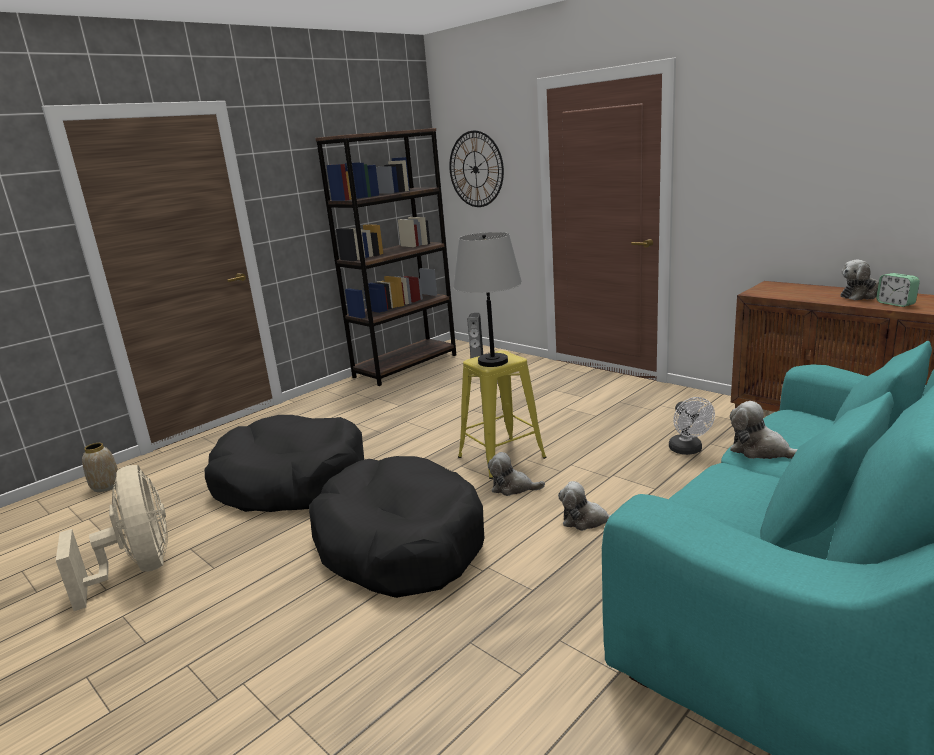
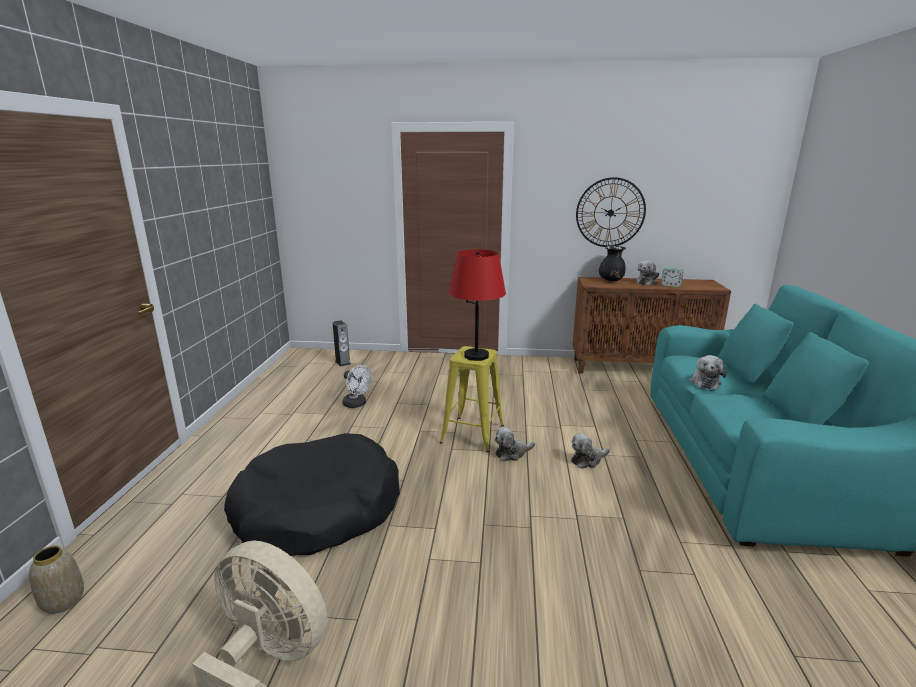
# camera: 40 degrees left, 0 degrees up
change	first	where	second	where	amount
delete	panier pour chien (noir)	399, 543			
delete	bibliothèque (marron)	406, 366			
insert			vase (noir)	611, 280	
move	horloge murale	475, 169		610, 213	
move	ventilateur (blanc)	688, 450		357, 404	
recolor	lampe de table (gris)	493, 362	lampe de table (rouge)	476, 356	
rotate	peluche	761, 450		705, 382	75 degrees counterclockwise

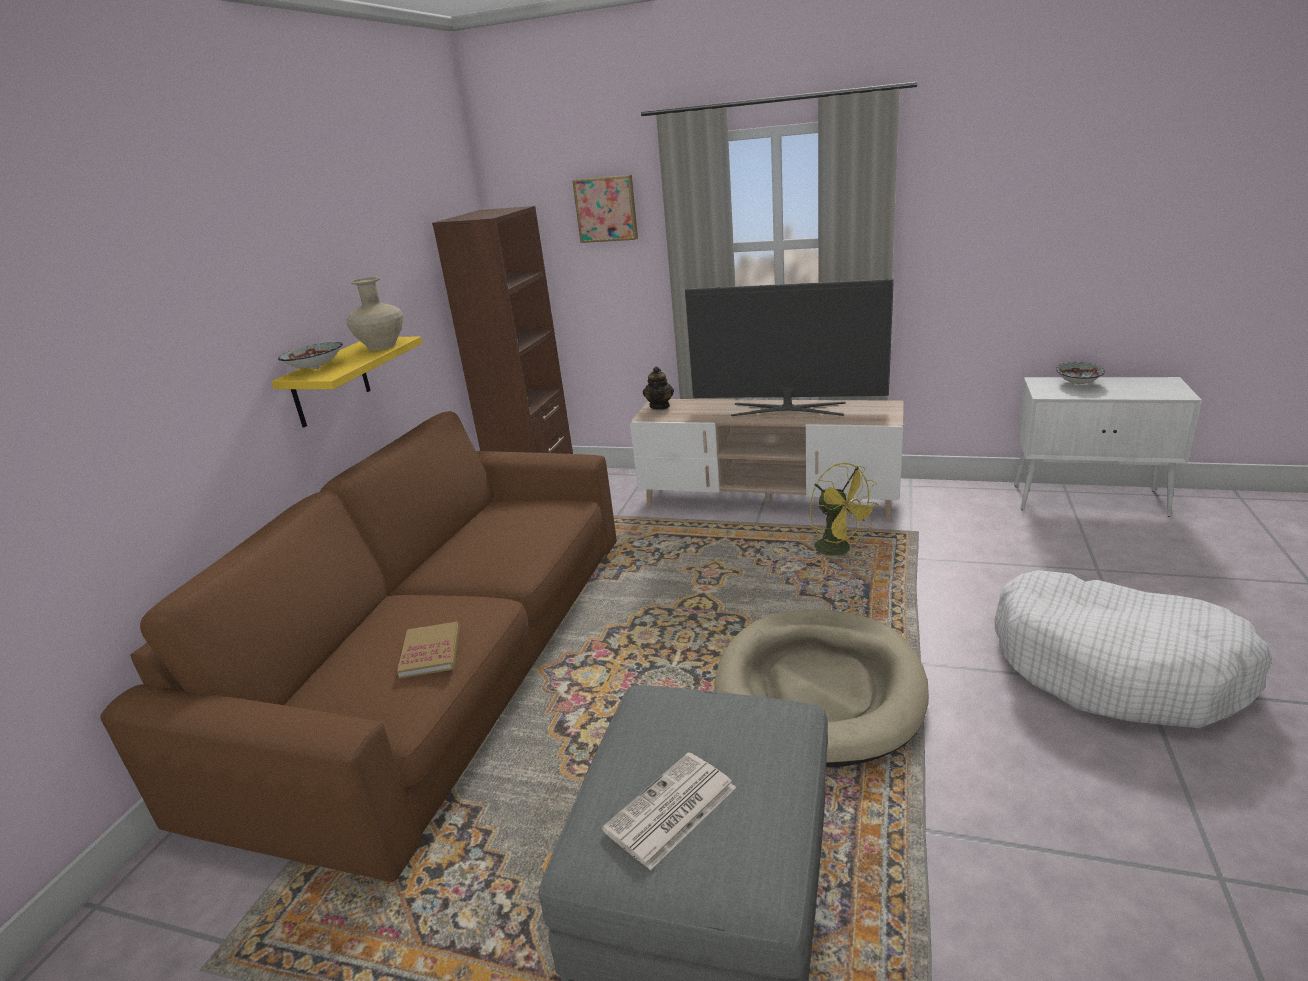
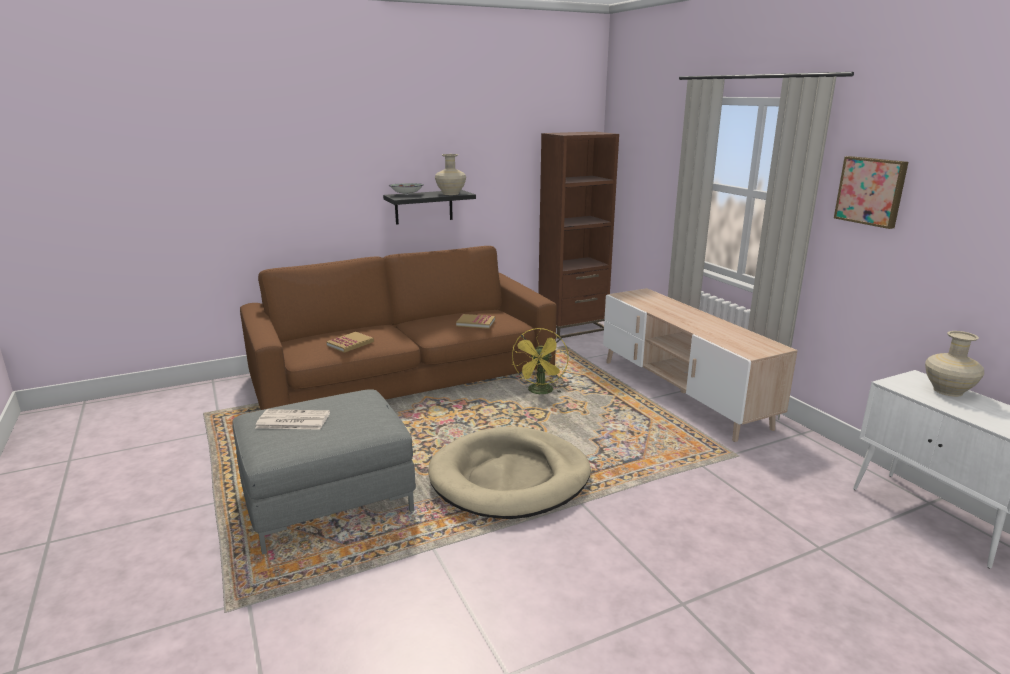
# camera: 45 degrees right, 5 degrees down
change	first	where	second	where	amount
delete	théière	660, 406			
delete	téléviseur	788, 409			
delete	panier pour chien (blanc)	1116, 667			
insert			livre	476, 323	
move	tableau	606, 209		871, 191	
move	ventilateur (jaune)	839, 550		540, 392	
replace	bol	1078, 383	vase (beige)	948, 391	
recolor	étagère (jaune)	330, 383	étagère (noir)	424, 207	

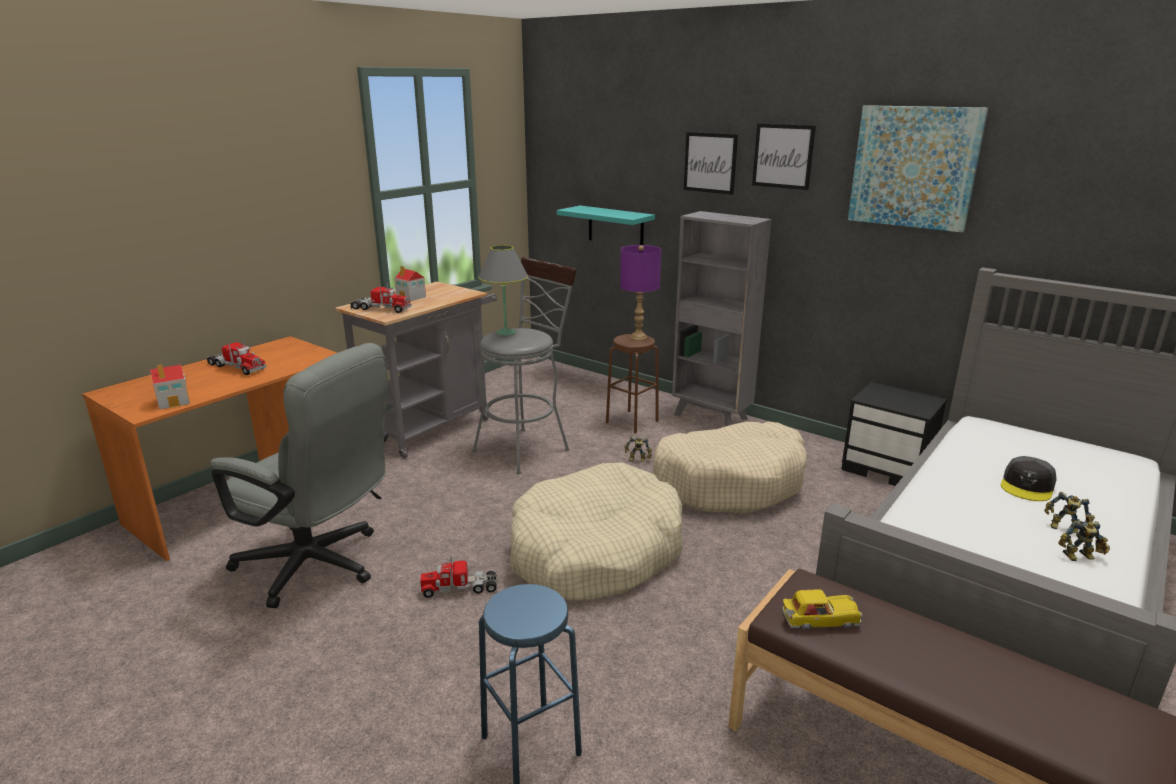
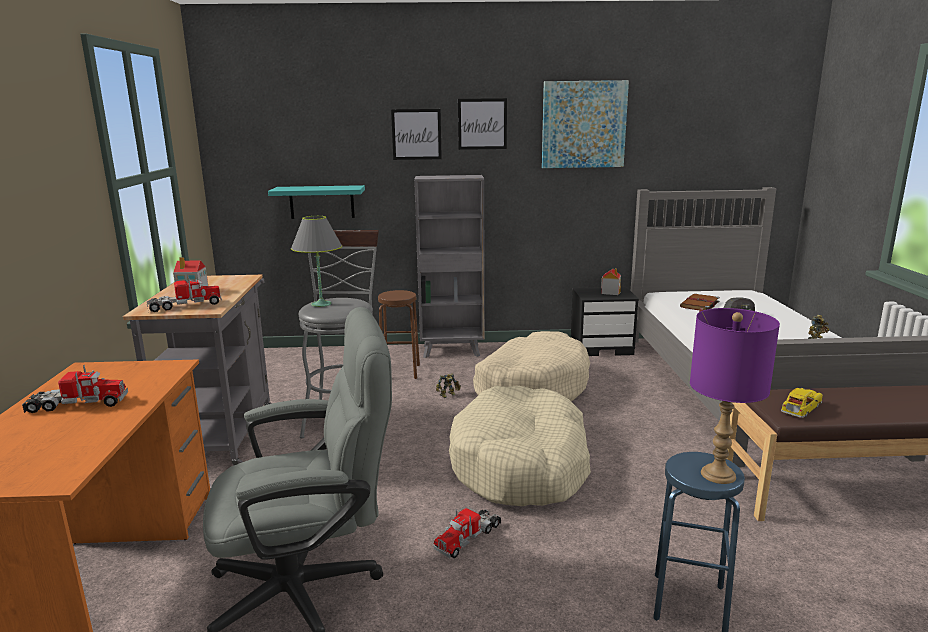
# camera: 40 degrees left, 5 degrees down
change	first	where	second	where	amount
delete	robot jouet	1065, 529			
insert			livre (marron)	699, 304	
move	maison miniature	174, 402		610, 292	
move	lampe de table (violet)	638, 337		718, 474	

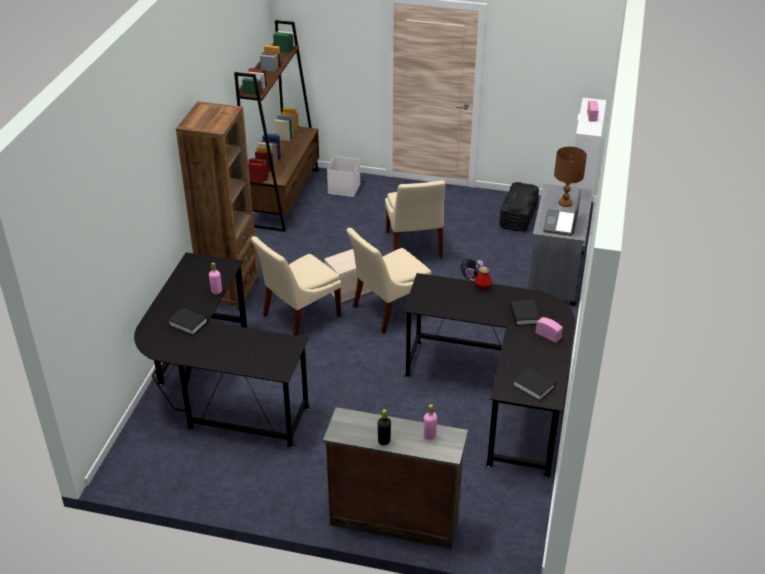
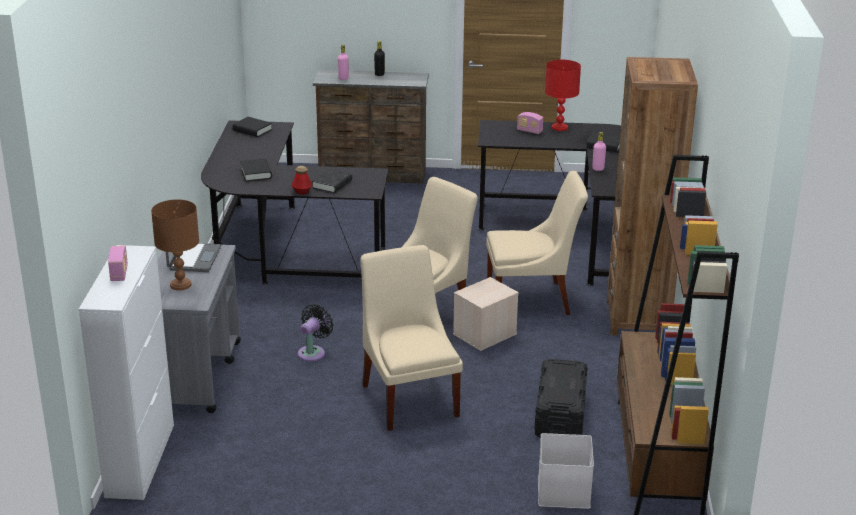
# camera: 170 degrees right, 10 degrees down
change	first	where	second	where	amount
insert			livre (noir)	332, 184	
insert			lampe de table (rouge)	560, 127	
move	boîte de rangement (noir)	518, 216		560, 415	
move	radio	548, 336		529, 131	
rotate	chaise (beige)	298, 317		532, 300	45 degrees clockwise

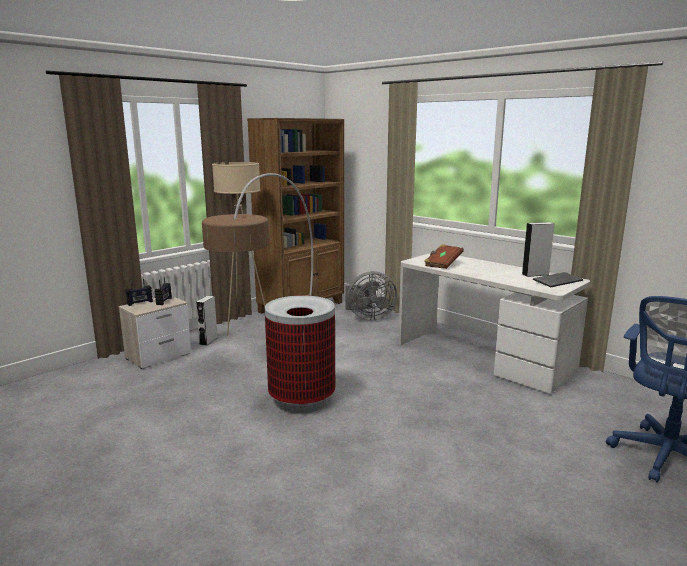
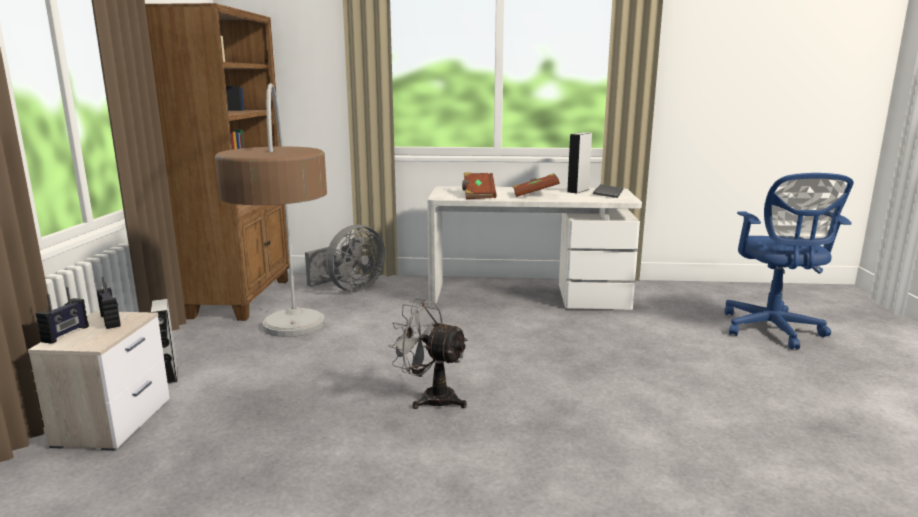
# camera: 40 degrees left, 0 degrees up
change	first	where	second	where	amount
delete	lampadaire (beige)	244, 327			
insert			livre (marron)	535, 195	
replace	poubelle	301, 400	ventilateur (gris)	431, 398	

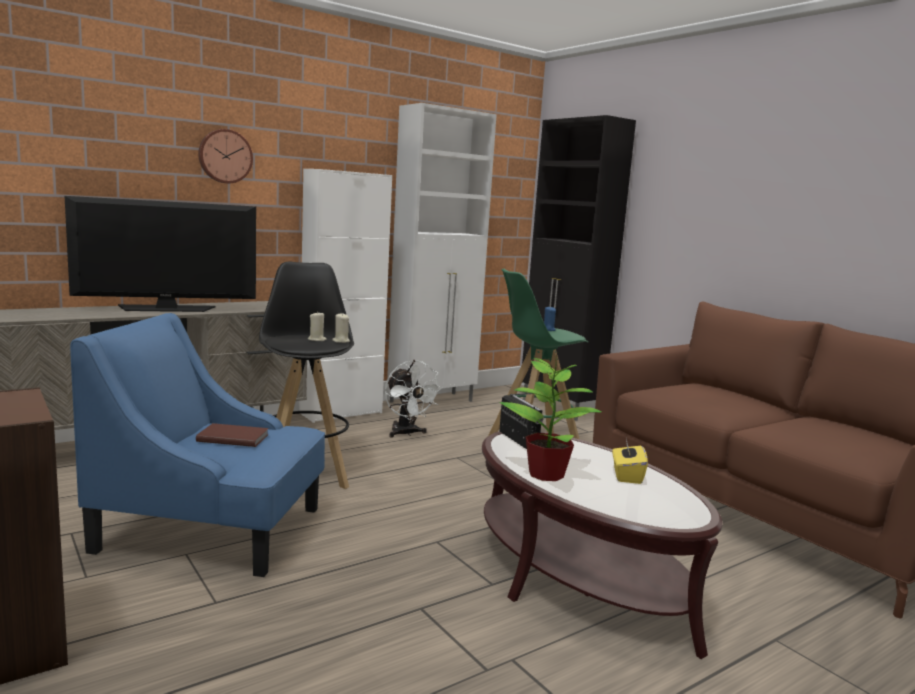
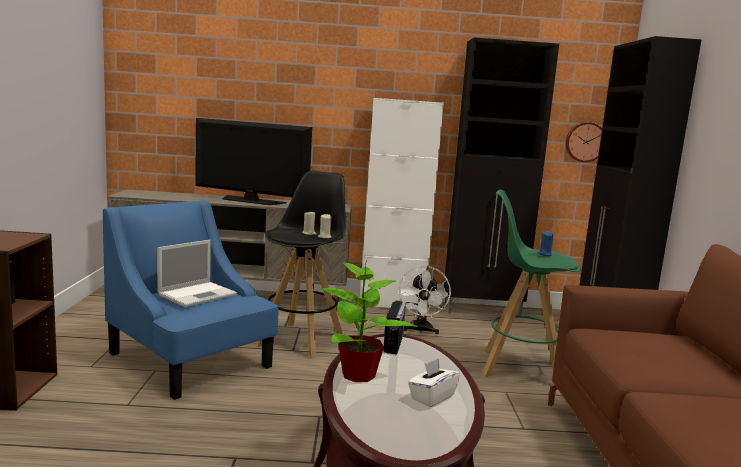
# camera: 35 degrees right, 0 degrees up
change	first	where	second	where	amount
move	horloge murale	225, 156		585, 142	
replace	livre (marron)	232, 437	ordinateur portable	198, 294	
recolor	meuble de rangement (blanc)	433, 401	meuble de rangement (noir)	483, 310	
recolor	boîte à mouchoirs (jaune)	626, 476	boîte à mouchoirs (blanc)	432, 397	

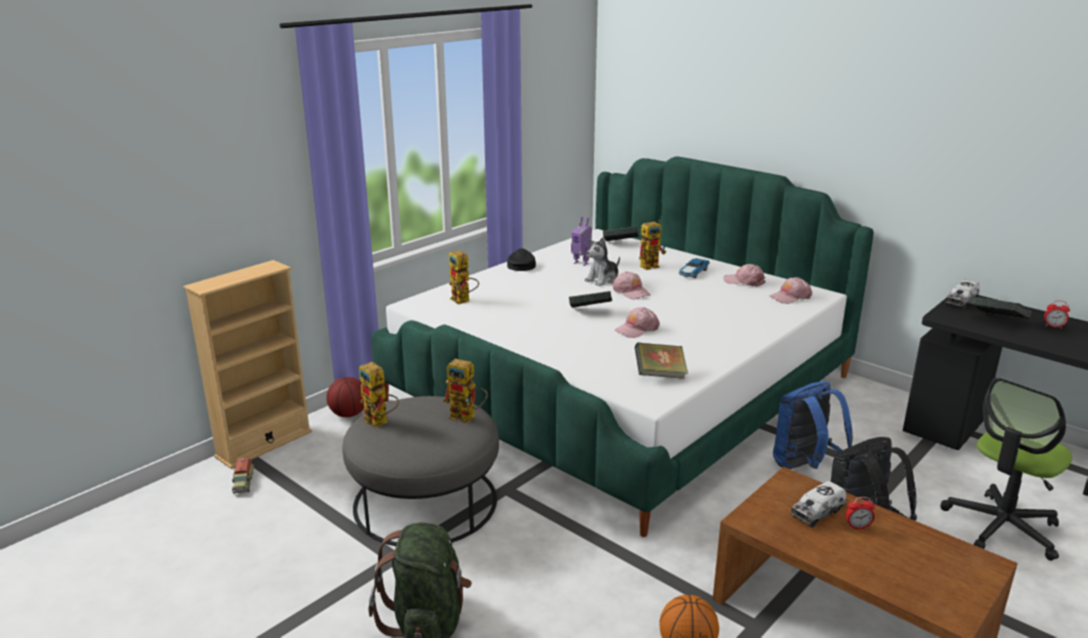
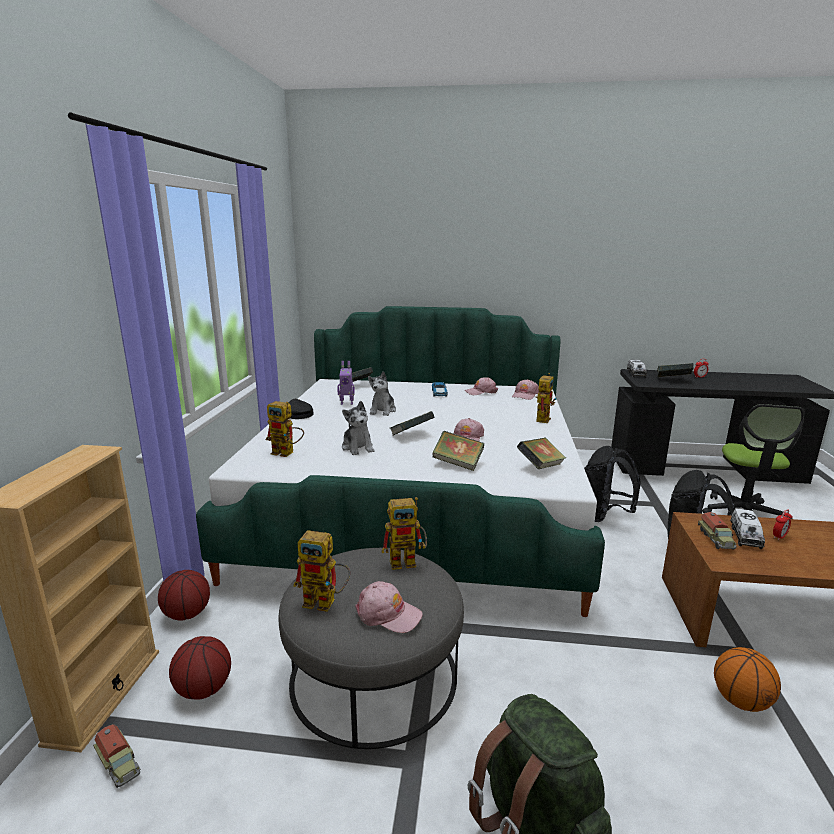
# camera: 35 degrees left, 5 degrees down
change	first	where	second	where	amount
insert			ballon de basket	203, 689	
insert			peluche	358, 447	
insert			livre	458, 464	
insert			camion jouet	716, 539	
move	casquette (rose)	631, 291		388, 614	
move	robot jouet	652, 265		542, 418	
recolor	sac à dos (bleu)	804, 466	sac à dos (noir)	604, 516	

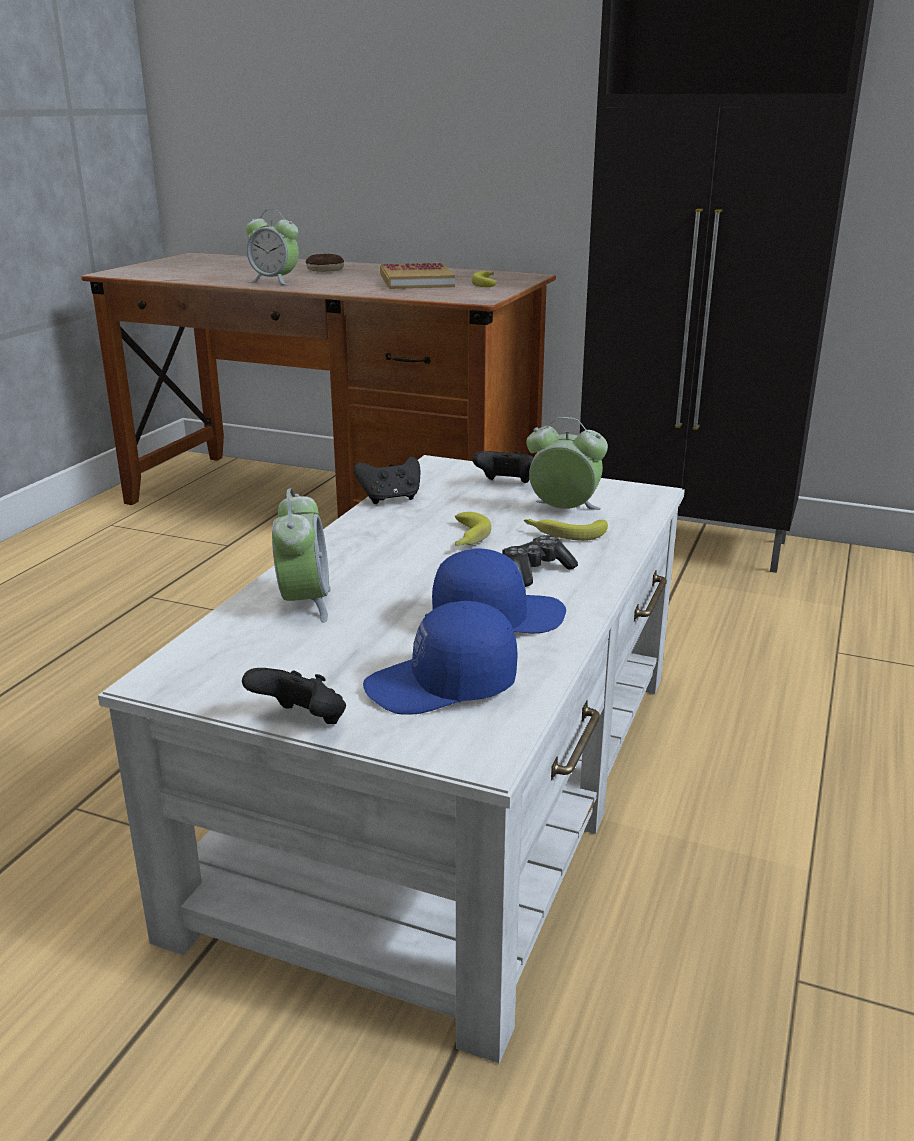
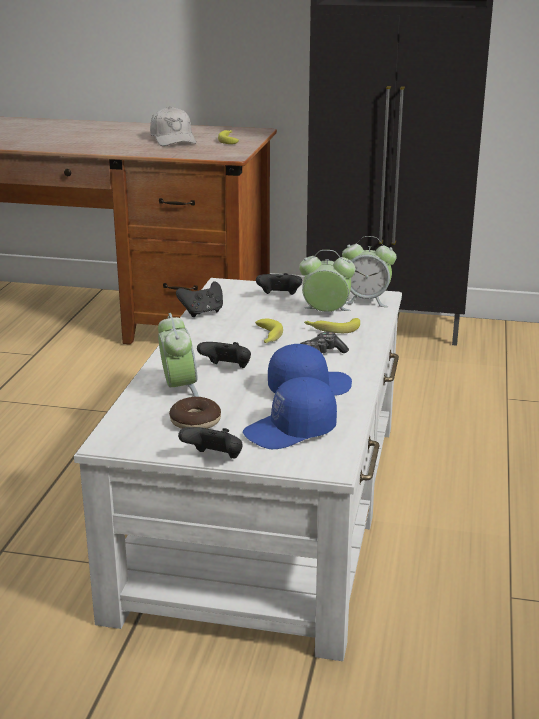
# camera: 10 degrees left, 0 degrees up
change	first	where	second	where	amount
insert			manette (noir)	226, 369	
move	réveil	274, 281		366, 300	
move	beignet	325, 270		195, 422	
replace	livre	416, 281	casquette (blanc)	173, 139	

